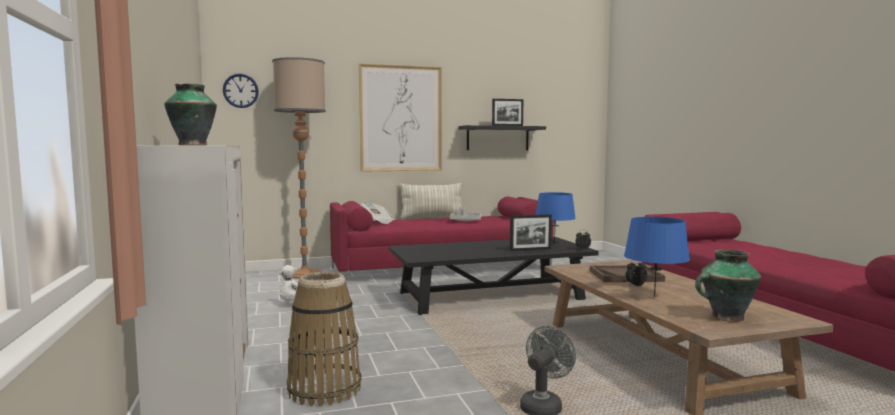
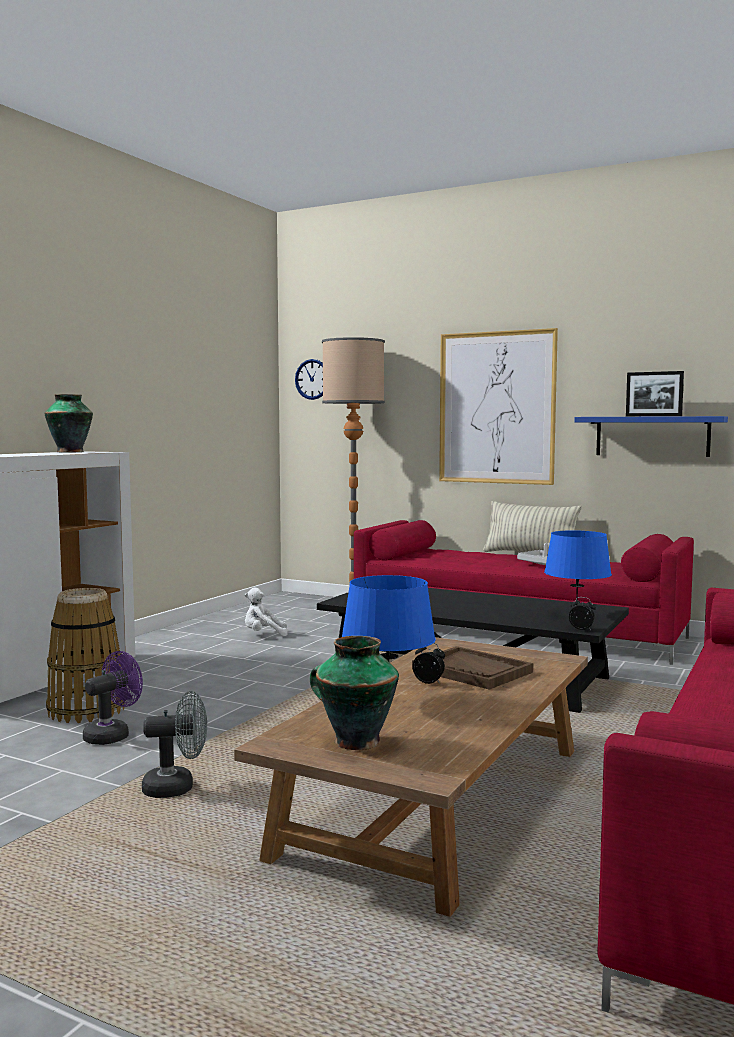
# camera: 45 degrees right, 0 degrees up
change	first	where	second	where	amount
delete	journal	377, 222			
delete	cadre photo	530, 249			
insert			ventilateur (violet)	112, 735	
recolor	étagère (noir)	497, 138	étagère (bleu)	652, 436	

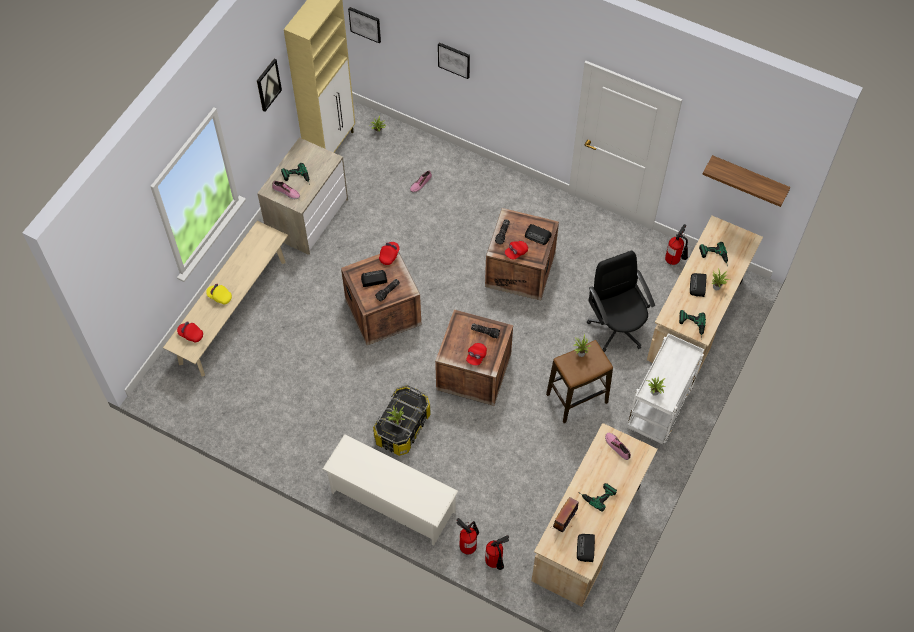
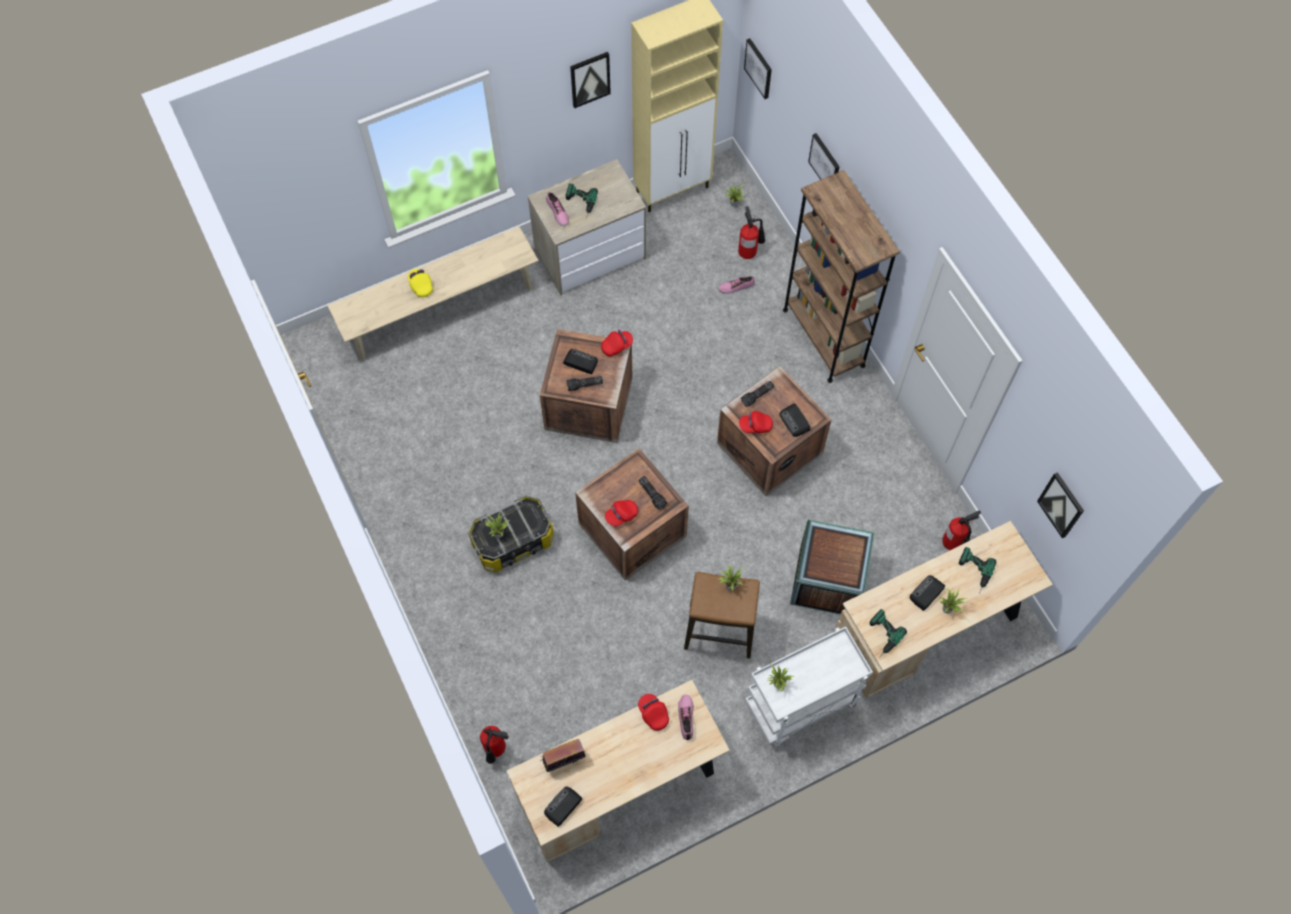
# camera: 35 degrees right, 5 degrees up
change	first	where	second	where	amount
delete	étagère à chaussures (blanc)	392, 502			
delete	perceuse	596, 494			
insert			bibliothèque (marron)	823, 337	
move	casquette (rouge)	191, 334		653, 714	
move	extincteur	468, 544		749, 251	
replace	chaise de bureau (noir)	617, 327	caisse	827, 580	
replace	étagère	748, 178	tableau	1061, 504	

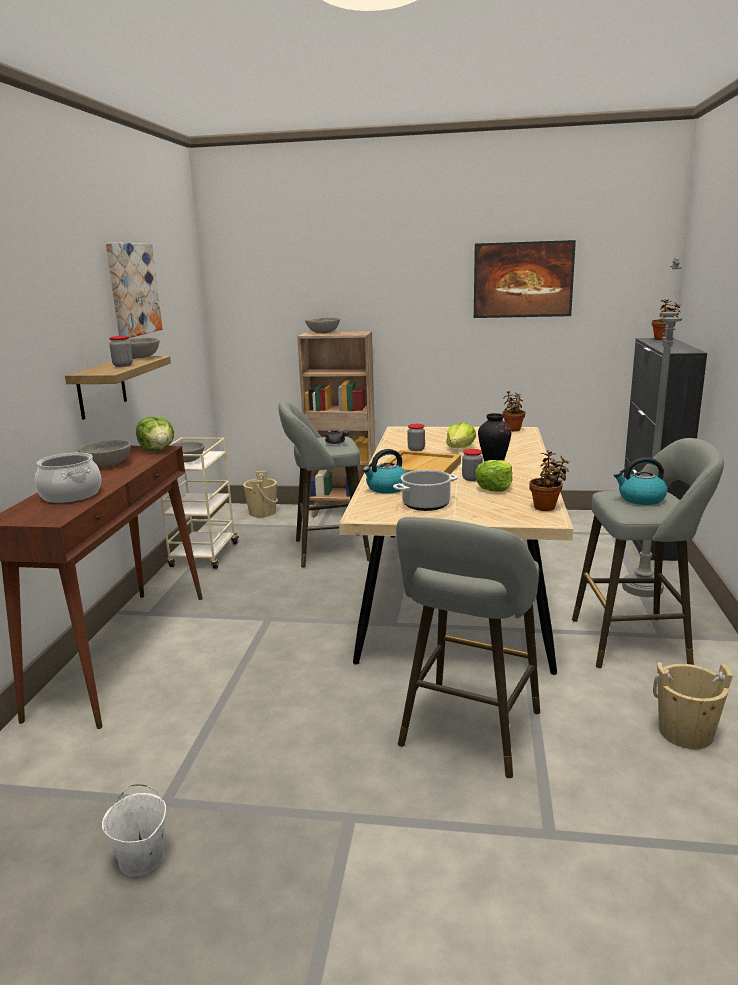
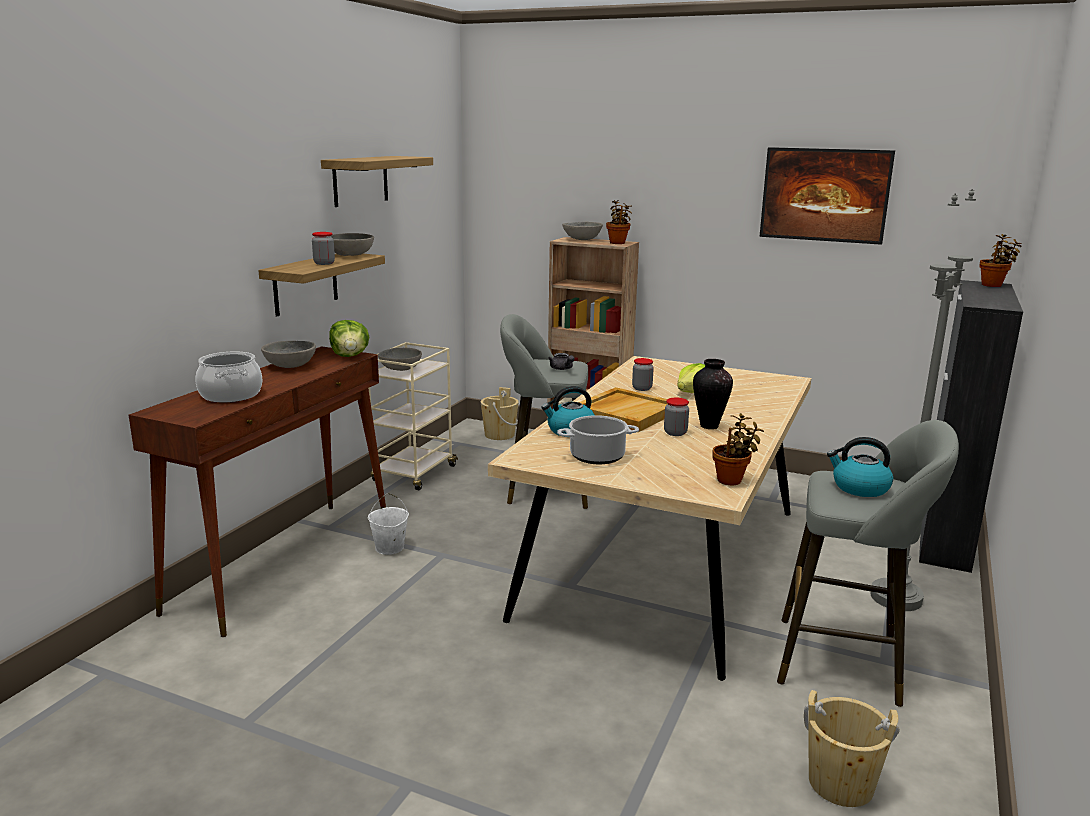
# camera: 15 degrees right, 0 degrees up
change	first	where	second	where	amount
delete	tabouret (gris)	468, 733			
delete	laitue	494, 487			
move	seau (blanc)	142, 859		389, 548	
move	plante en pot	513, 429		618, 243	
replace	tableau	132, 289	étagère	360, 180	

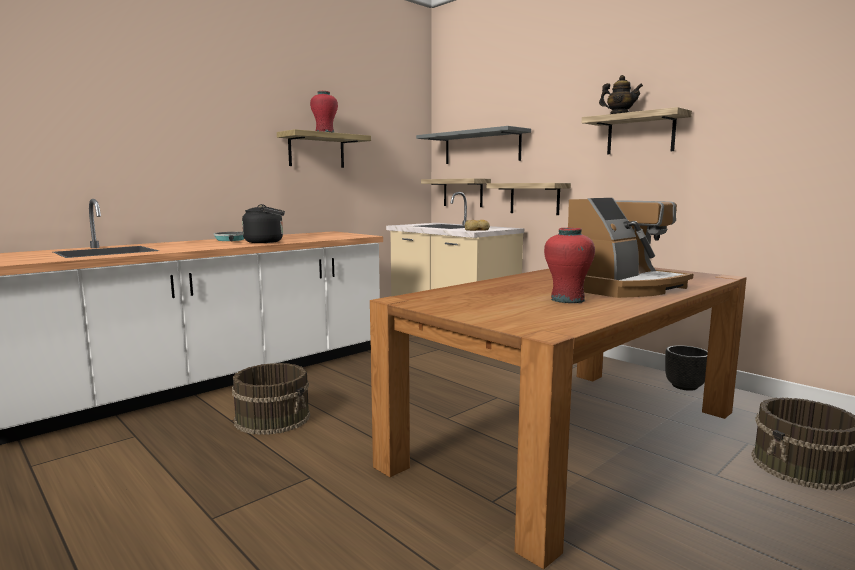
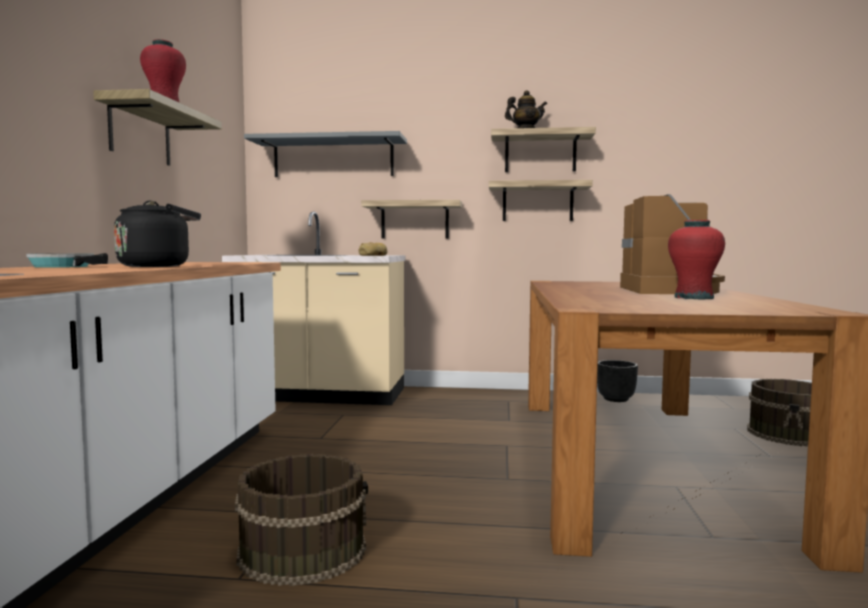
# camera: 40 degrees left, 5 degrees down
change	first	where	second	where	amount
move	étagère	463, 192		537, 202	

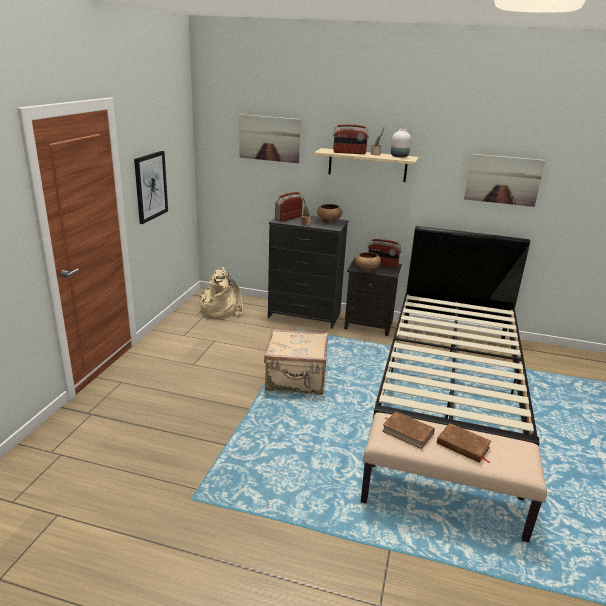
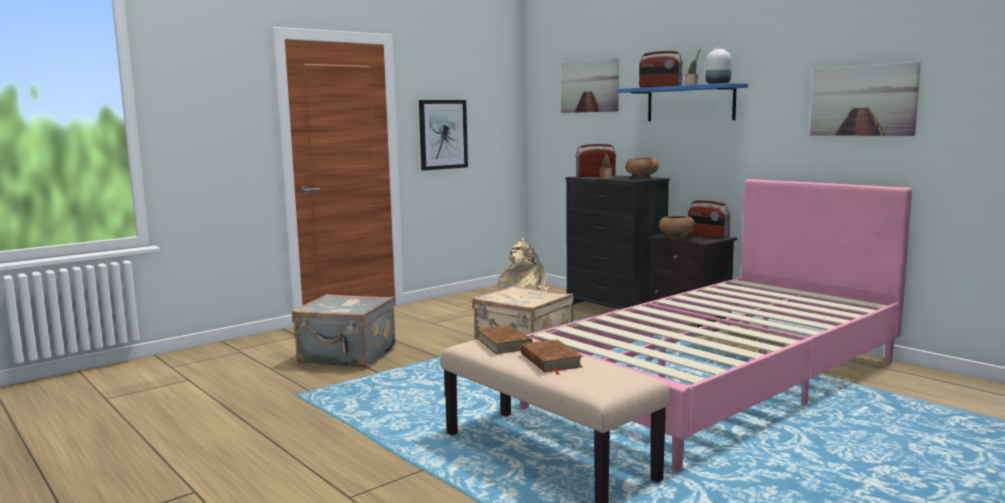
# camera: 35 degrees right, 15 degrees down
change	first	where	second	where	amount
insert			valise (gris)	347, 357	
recolor	étagère (beige)	367, 165	étagère (bleu)	690, 103	
recolor	lit (noir)	450, 386	lit (rose)	721, 383	

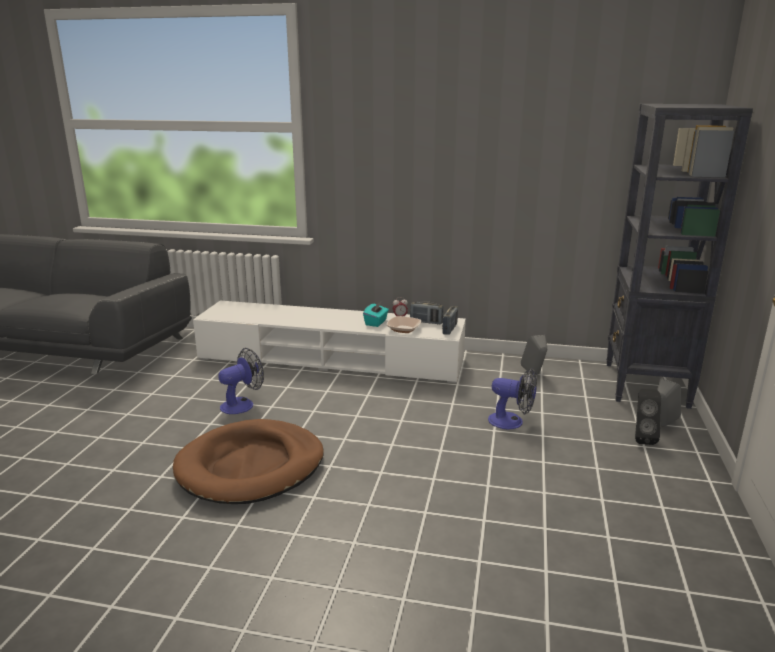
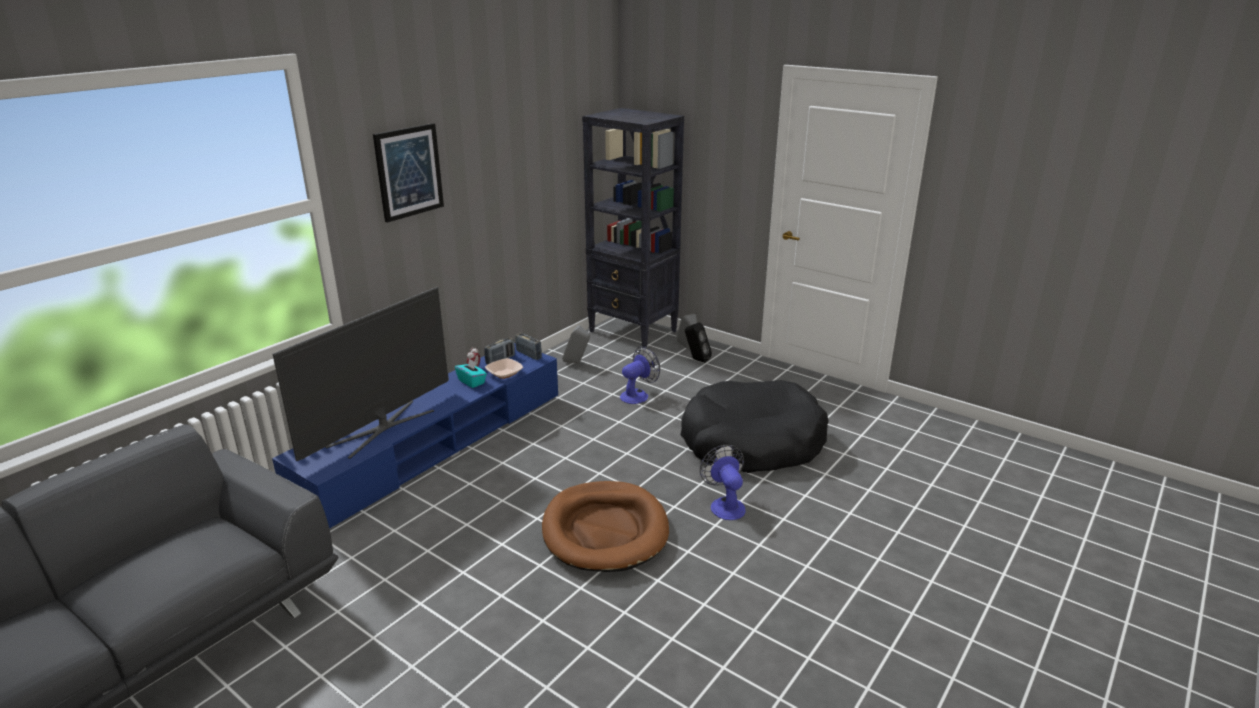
# camera: 65 degrees left, 5 degrees up
change	first	where	second	where	amount
insert			téléviseur	382, 428	
insert			tableau	408, 172	
insert			panier pour chien (noir)	751, 442	
move	ventilateur	242, 404		725, 505	
recolor	meuble télé (blanc)	331, 359	meuble télé (bleu)	436, 445	

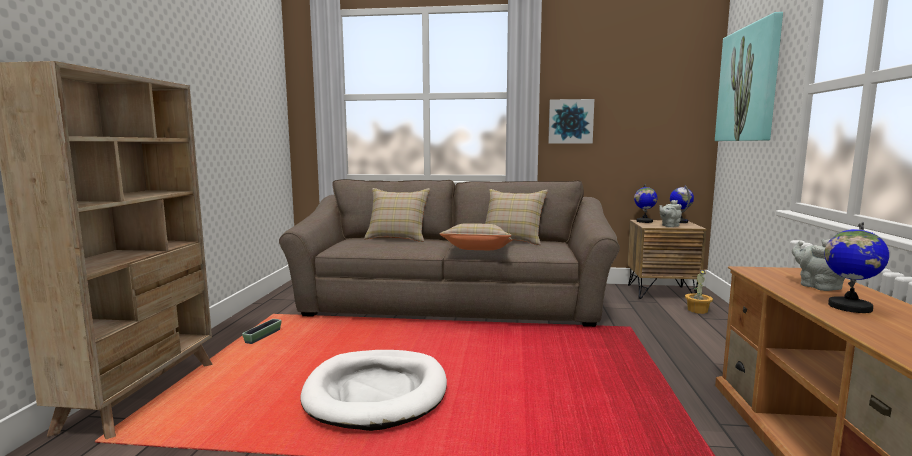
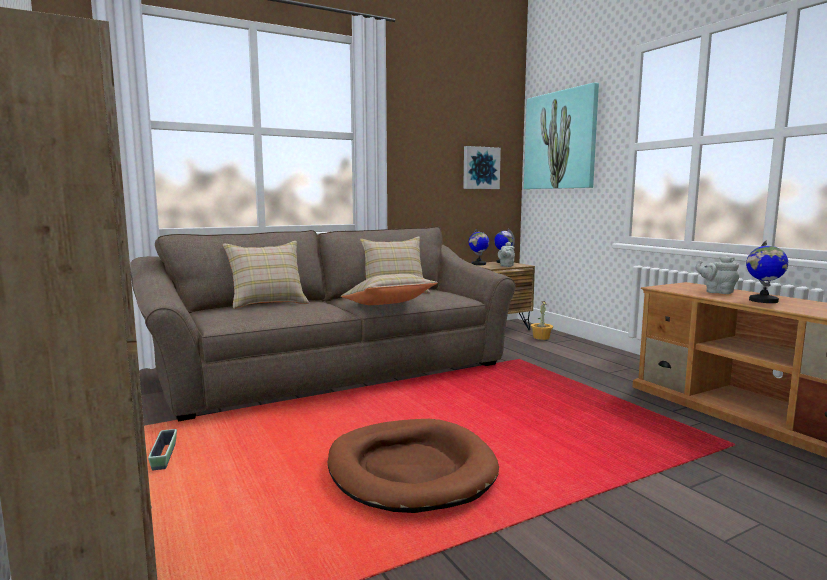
# camera: 35 degrees left, 0 degrees up
change	first	where	second	where	amount
move	tableau	570, 121		480, 168	
recolor	panier pour chien (blanc)	377, 393	panier pour chien (marron)	410, 470	

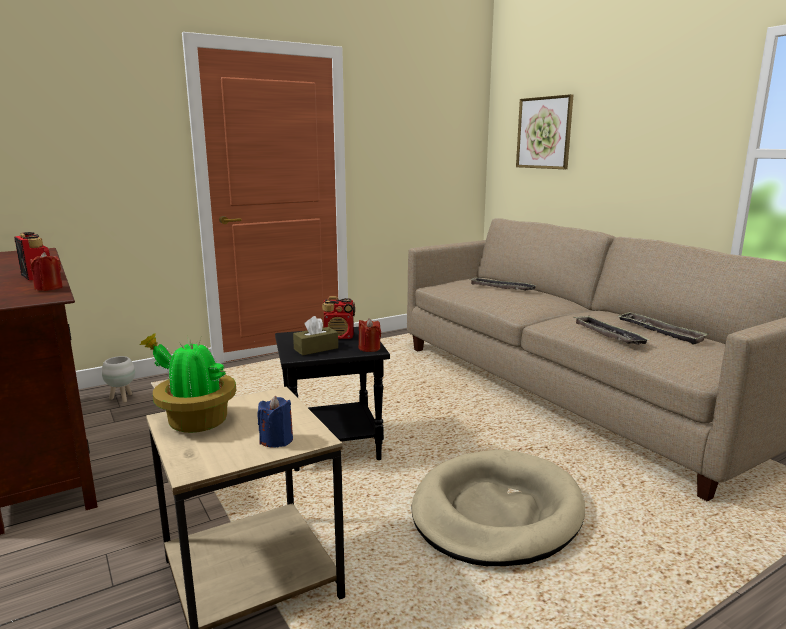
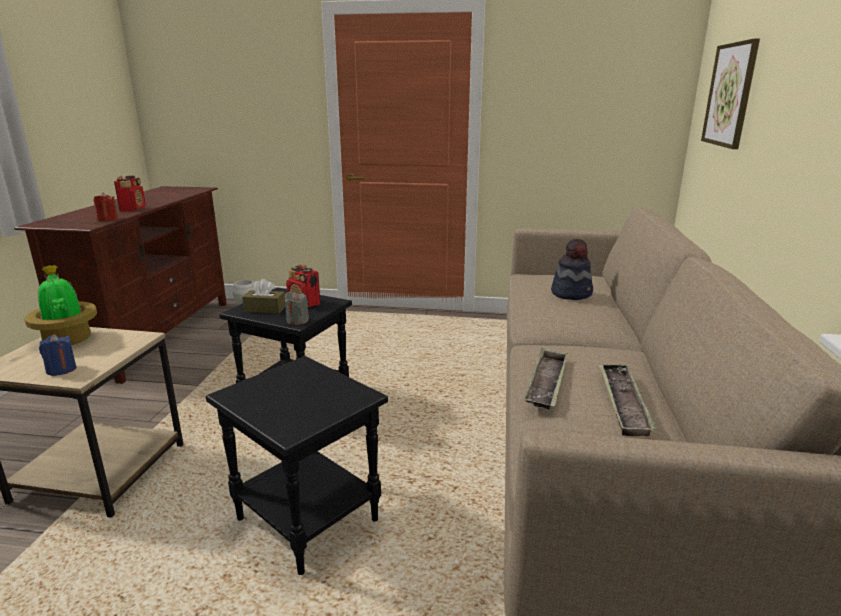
# camera: 40 degrees right, 5 degrees up
change	first	where	second	where	amount
replace	panier pour chien (beige)	496, 512	table d'appoint (noir)	305, 520	
replace	plateau	502, 287	chapeau	571, 293	
recolor	bougie (rouge)	369, 348	bougie (gris)	297, 321	

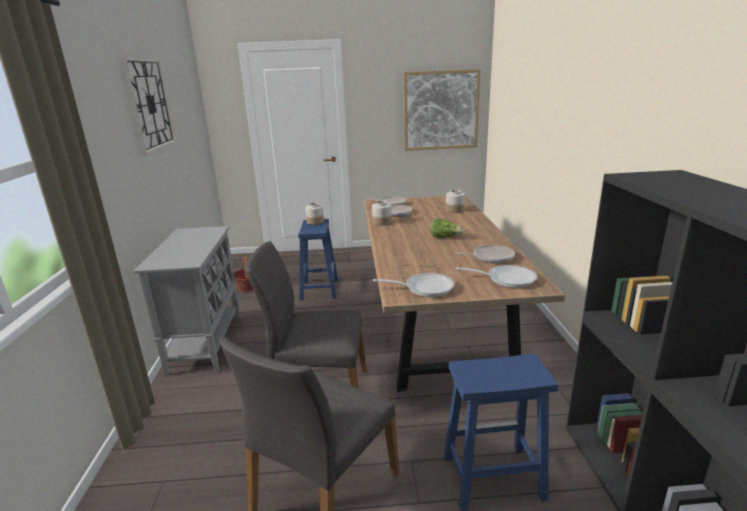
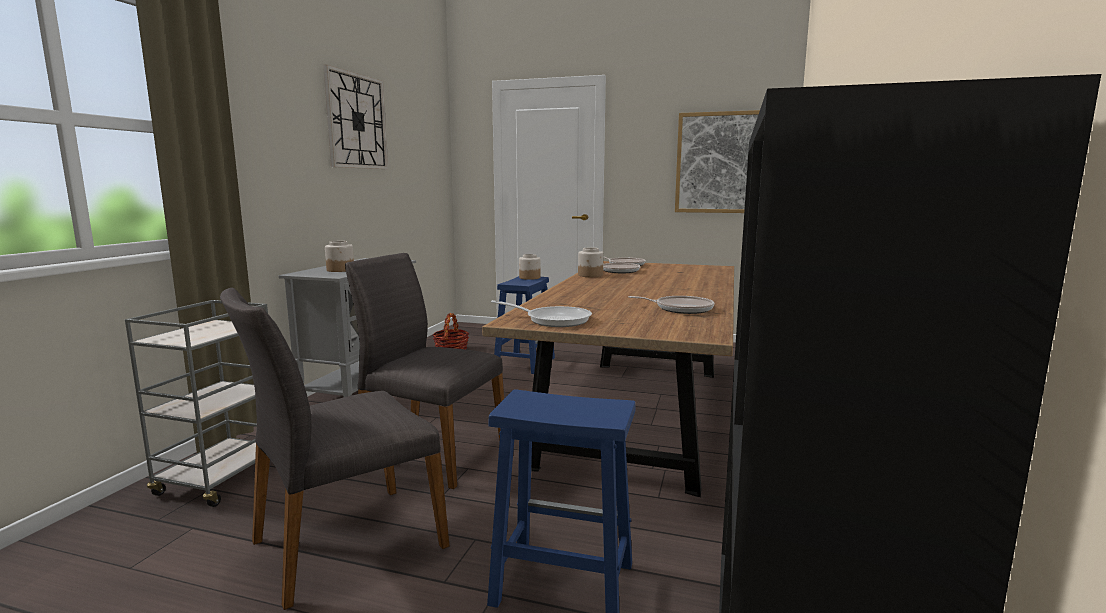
# camera: 20 degrees right, 10 degrees down
change	first	where	second	where	amount
delete	laitue	445, 237			
delete	poêle	506, 279			
insert			chariot (gris)	223, 479	
move	bocal	454, 210		340, 270	

